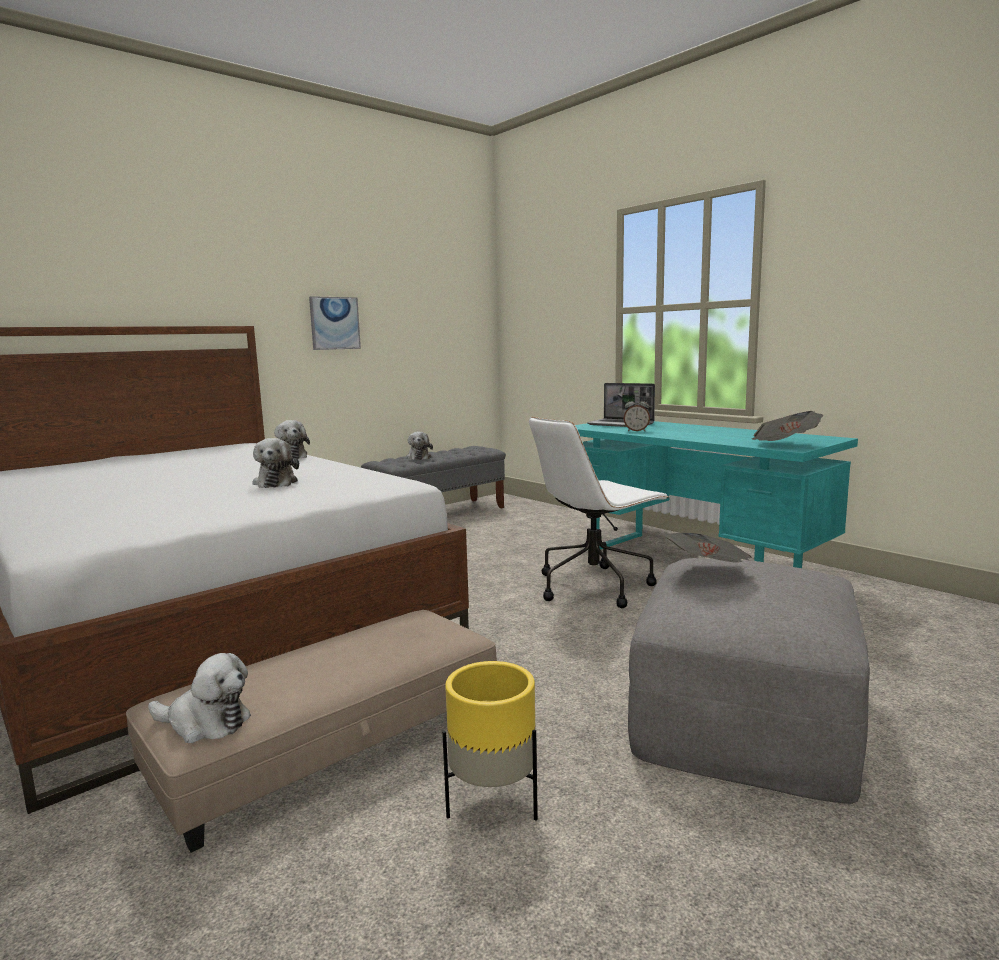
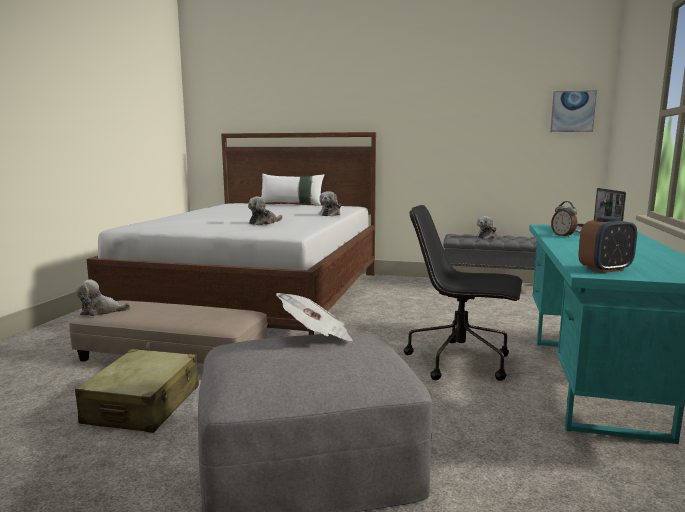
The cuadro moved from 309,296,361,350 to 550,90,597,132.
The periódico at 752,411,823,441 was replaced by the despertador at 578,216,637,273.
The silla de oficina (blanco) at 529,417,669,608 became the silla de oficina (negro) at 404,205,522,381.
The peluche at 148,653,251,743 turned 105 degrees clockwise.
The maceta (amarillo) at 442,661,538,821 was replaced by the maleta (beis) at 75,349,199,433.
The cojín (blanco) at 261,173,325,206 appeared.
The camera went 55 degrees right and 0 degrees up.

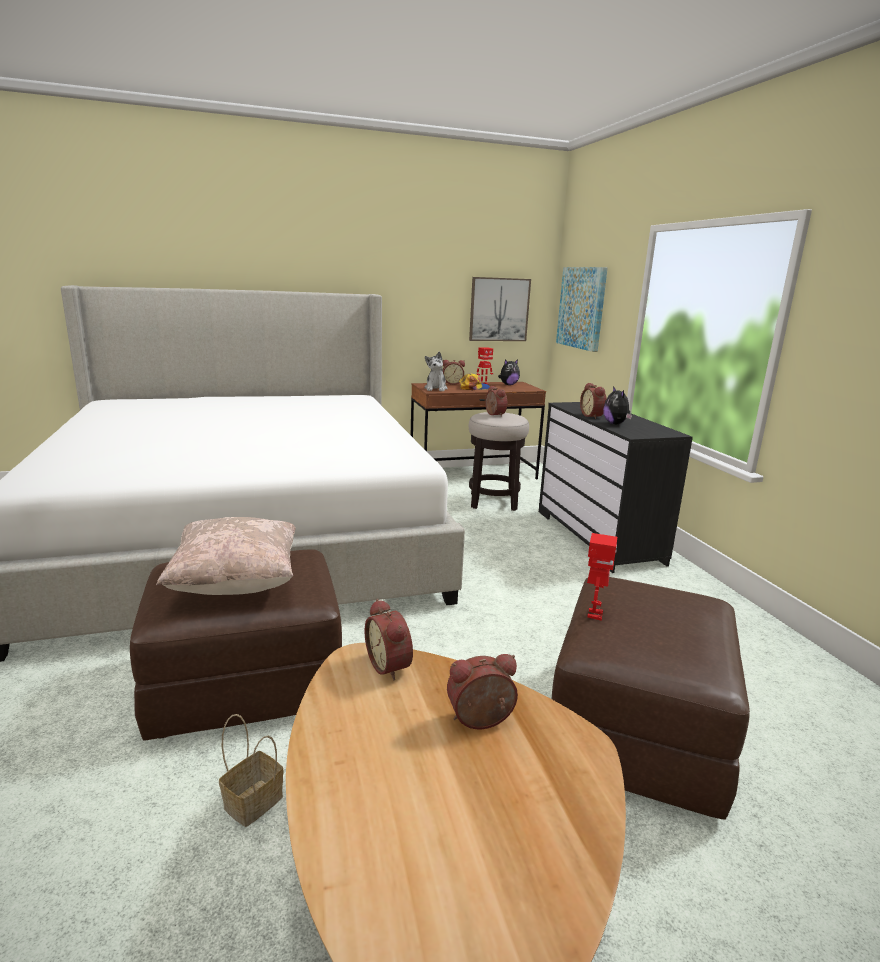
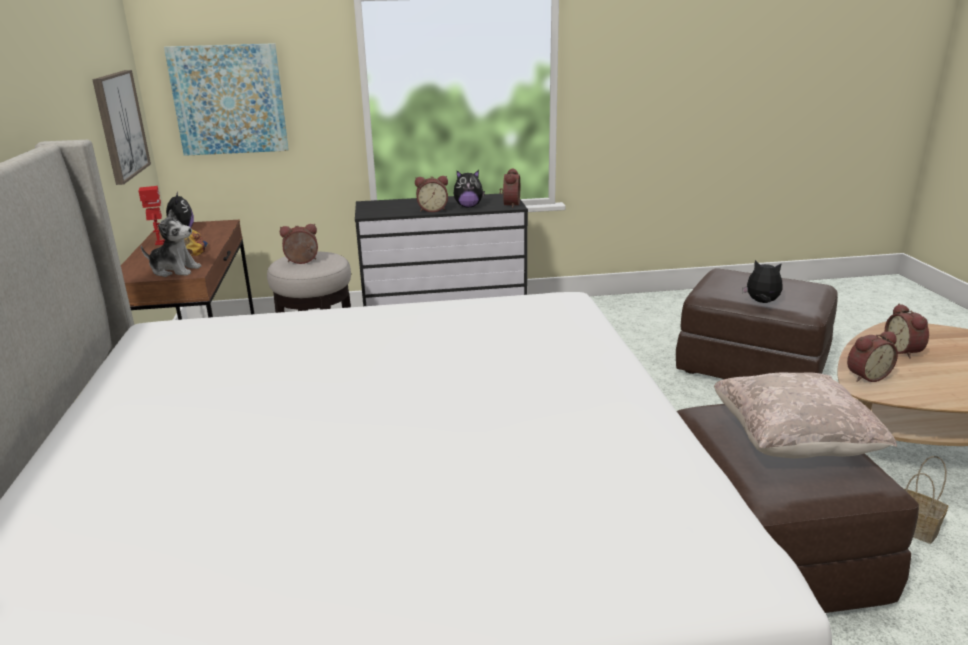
The despertador moved from 443,360,465,385 to 500,168,520,208.
The robot de juguete at 587,533,617,621 was replaced by the peluche at 742,260,782,303.
The camera went 80 degrees left and 5 degrees up.

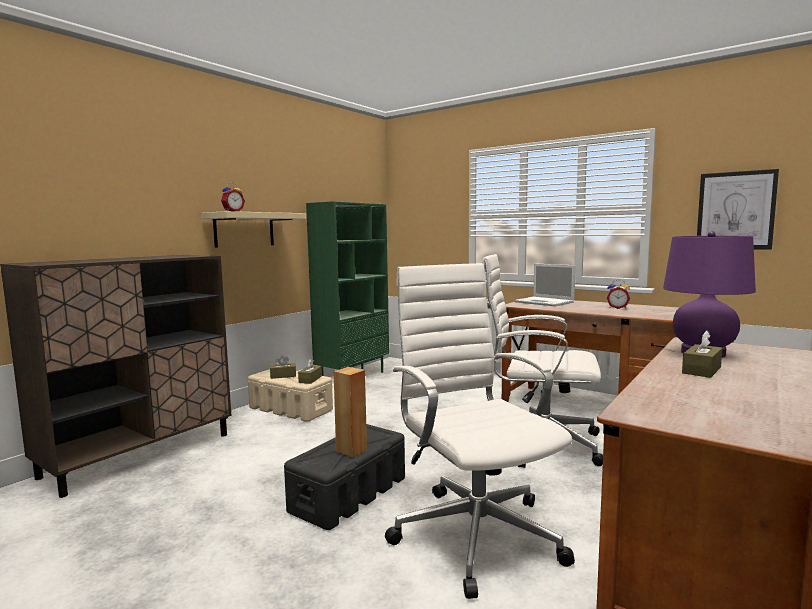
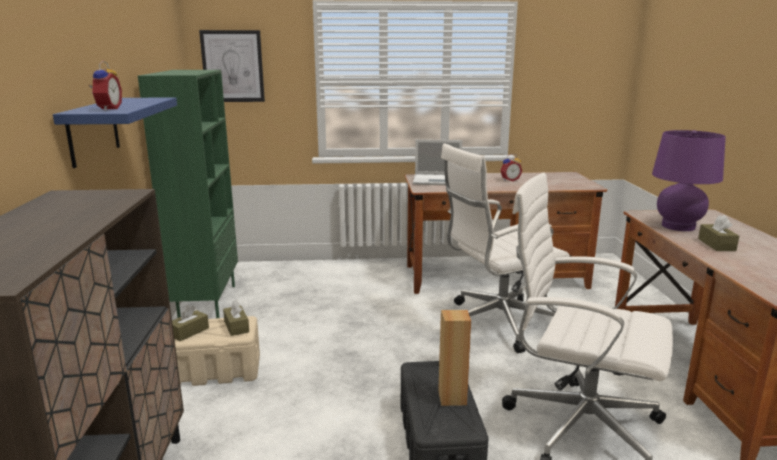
The cuadro moved from 697,169,779,250 to 199,30,265,102.
The estante (beis) at 201,211,306,248 became the estante (azul) at 53,97,177,168.
The camera went 40 degrees left and 10 degrees up.

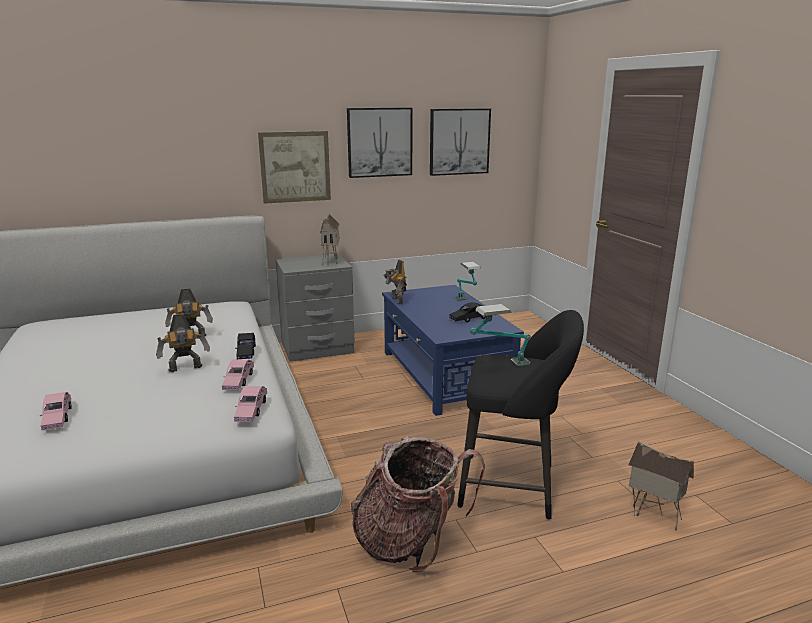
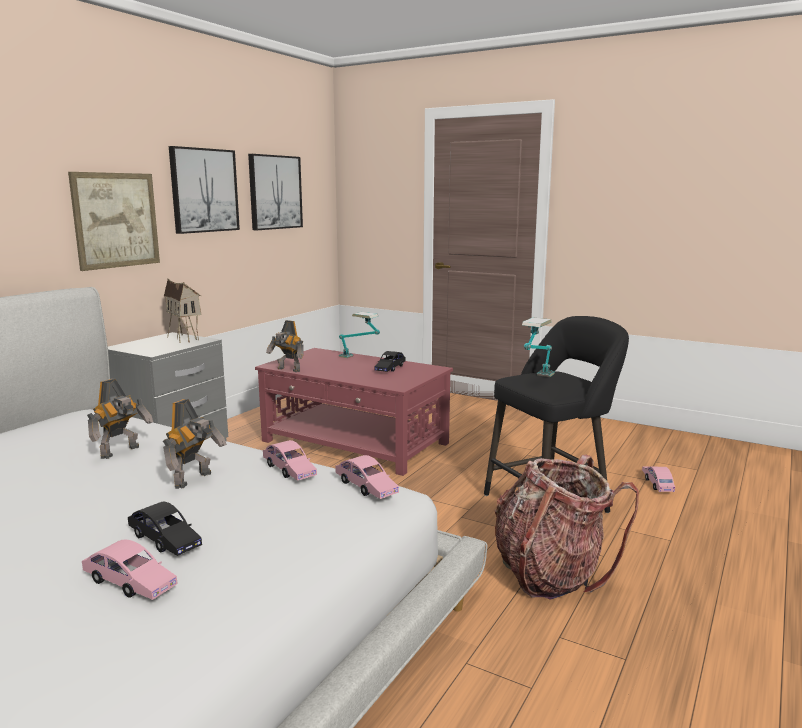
The mesa de centro (azul) at 382,285,524,416 became the mesa de centro (rojo) at 255,348,453,476.
The coche de juguete (negro) moved from 235,333,256,359 to 128,502,202,556.
The casita at 628,441,694,531 was replaced by the coche de juguete (rosa) at 642,466,675,492.
The camera went 40 degrees left and 5 degrees down.

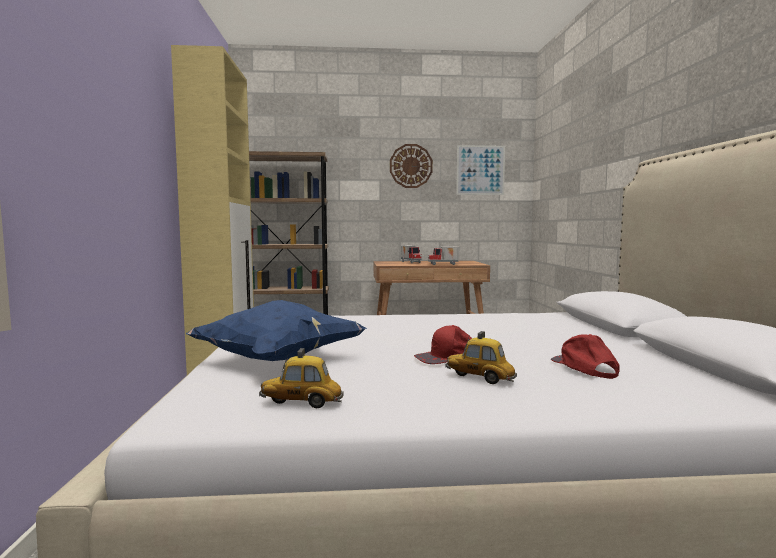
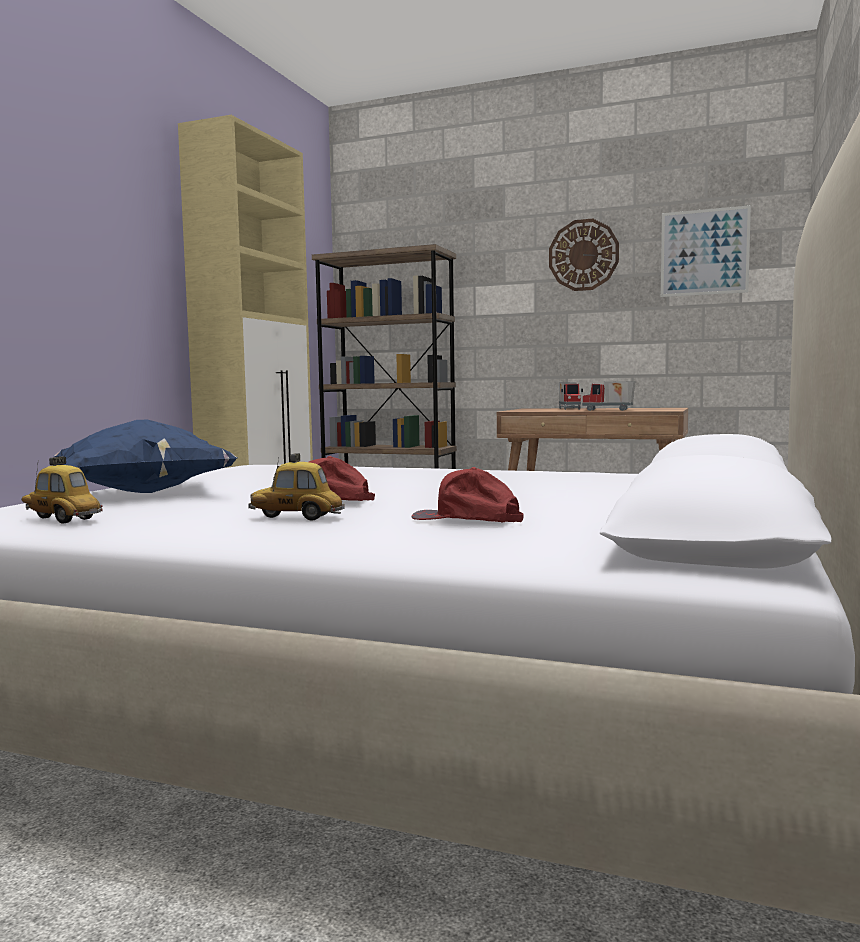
The coche de juguete at 446,331,517,384 turned 45 degrees counterclockwise.
The gorra (rojo) at 551,334,620,379 turned 75 degrees counterclockwise.
The camera went 25 degrees right and 0 degrees up.

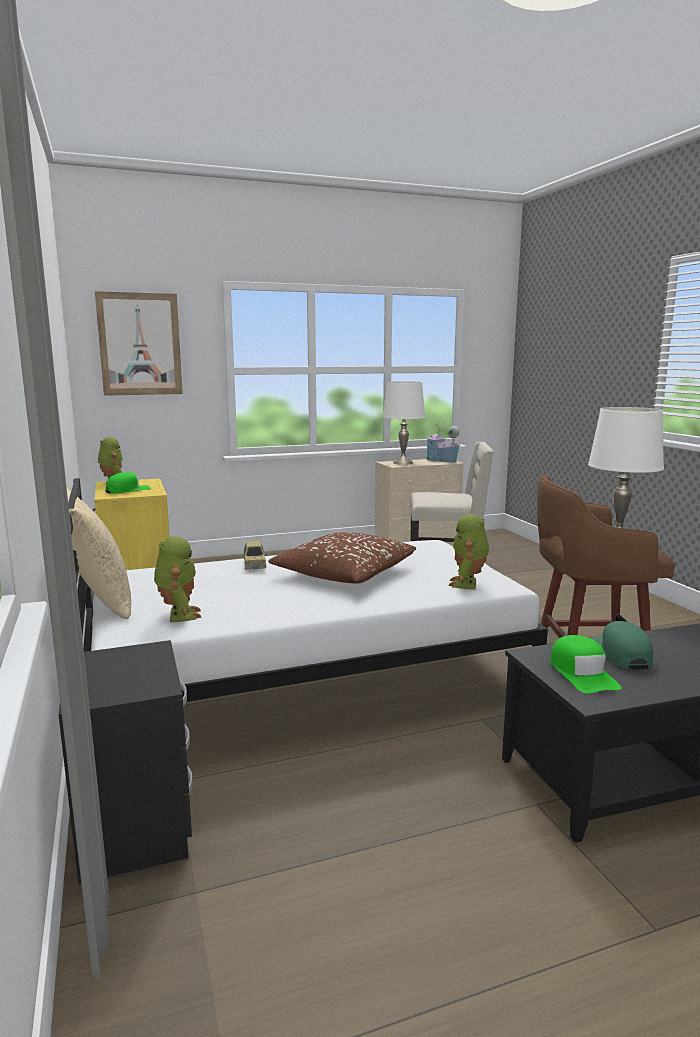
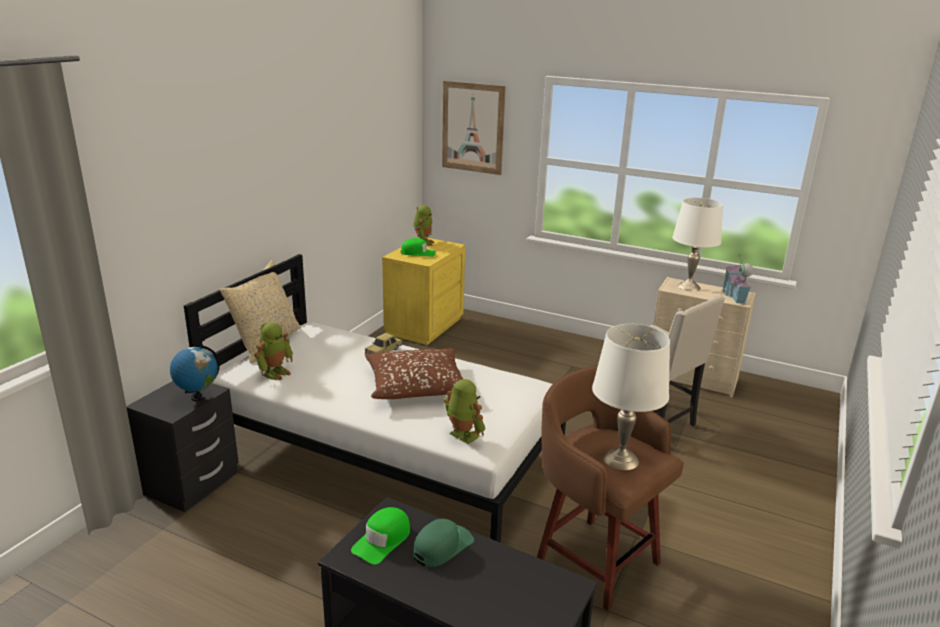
The robot de juguete at 449,514,489,589 turned 75 degrees clockwise.
The globo terráqueo at 170,345,220,401 appeared.
The camera went 45 degrees right and 10 degrees up.

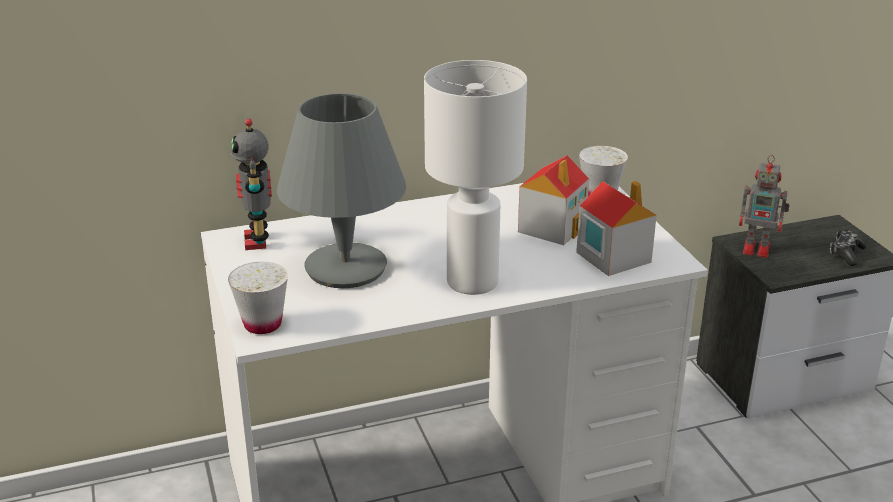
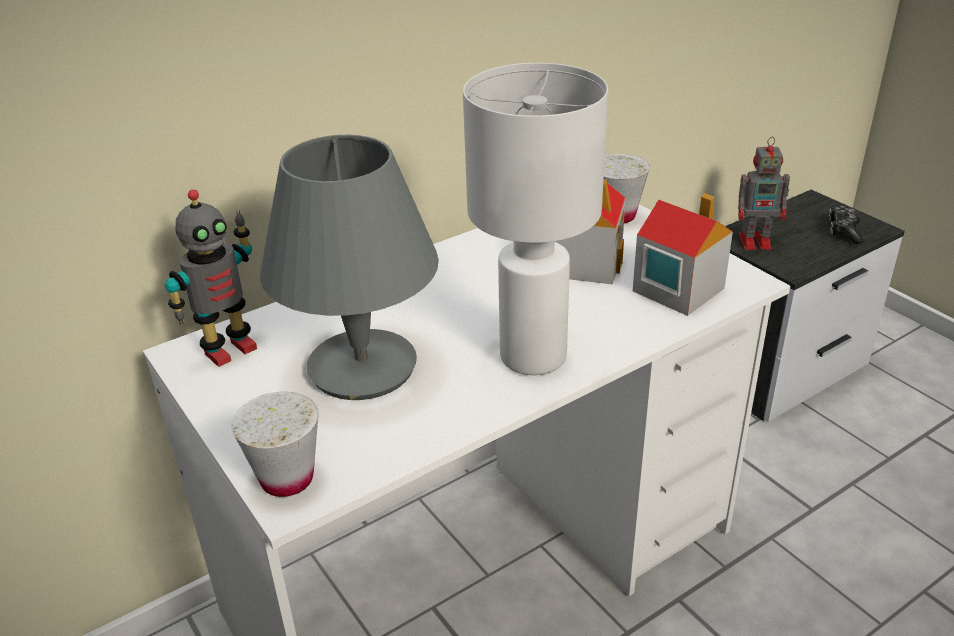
The robot de juguete at 231,119,272,250 turned 105 degrees counterclockwise.
The camera went 15 degrees left and 5 degrees up.

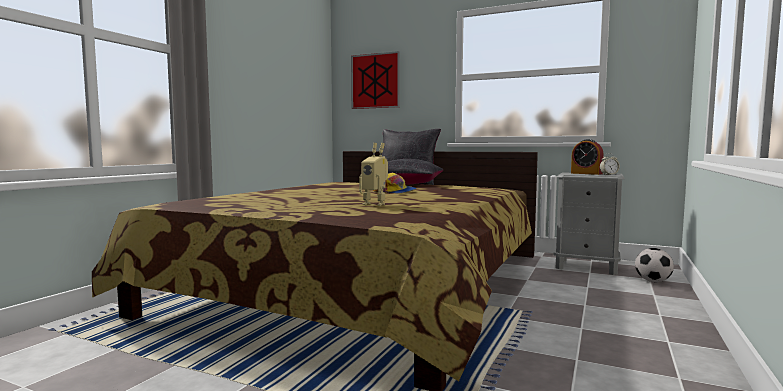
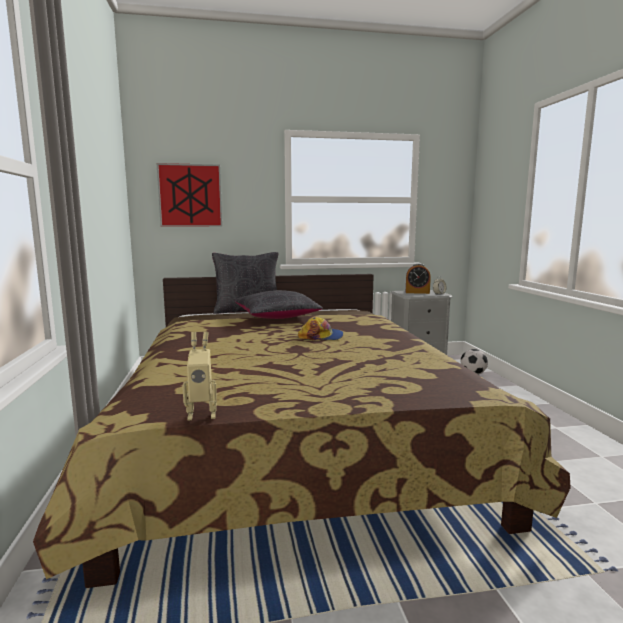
The robot de juguete moved from 359,143,388,206 to 182,331,217,420.
The camera went 35 degrees left and 5 degrees up.

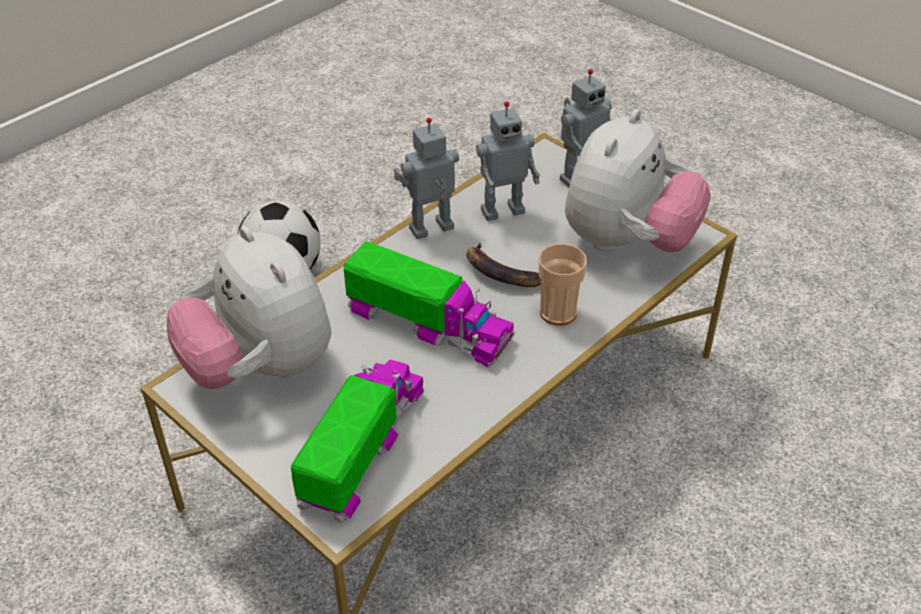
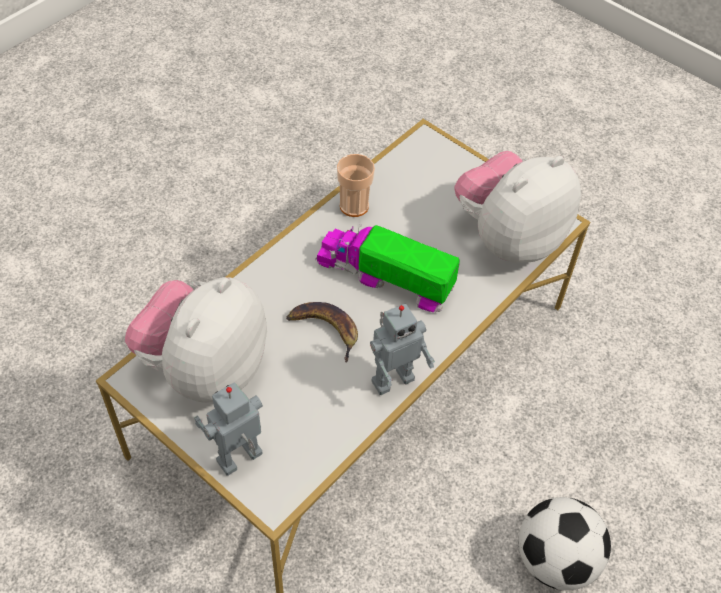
The robot de juguete at 476,101,540,221 disappeared.
The peluche at 167,226,331,389 turned 90 degrees counterclockwise.
The taza moved from 538,244,587,326 to 337,154,375,217.
The camión de juguete at 291,360,424,523 disappeared.
The camera went 175 degrees right and 10 degrees up.

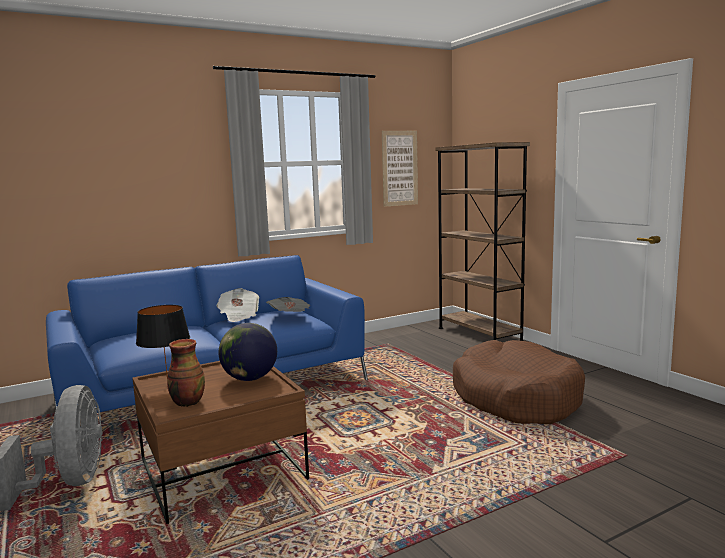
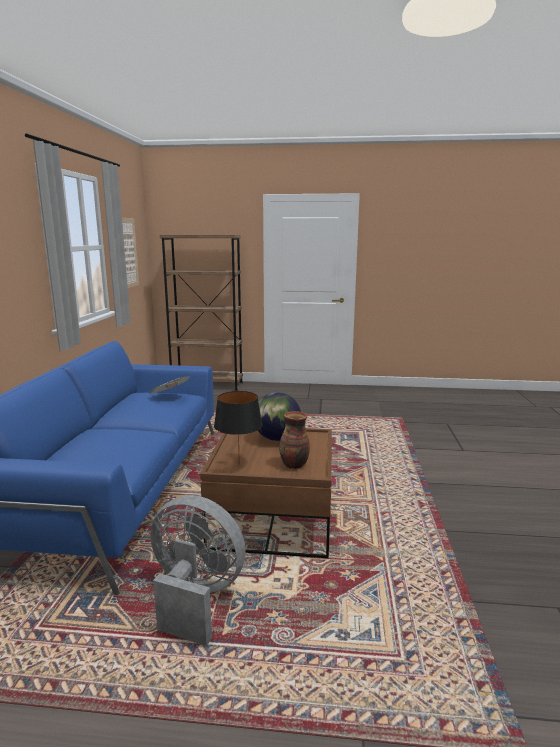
The periódico at 217,288,259,322 disappeared.
The cama para perro (marrón) at 453,340,585,424 disappeared.
The camera went 55 degrees left and 5 degrees up.

